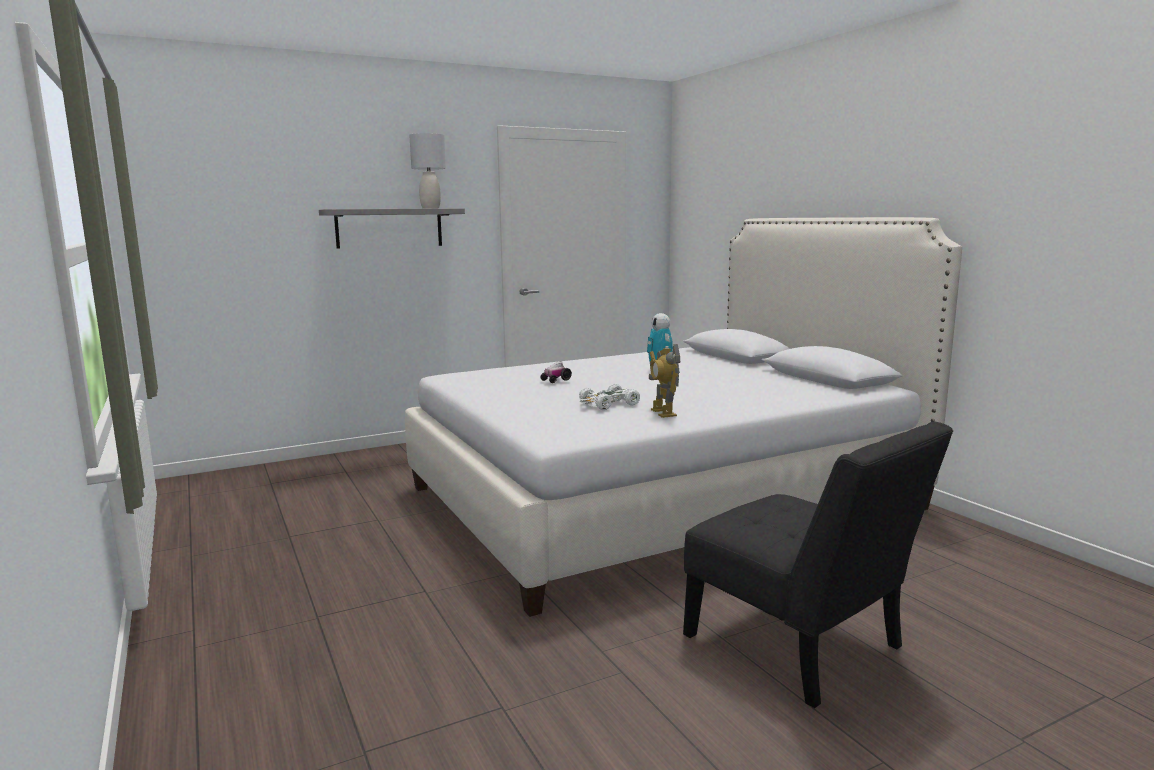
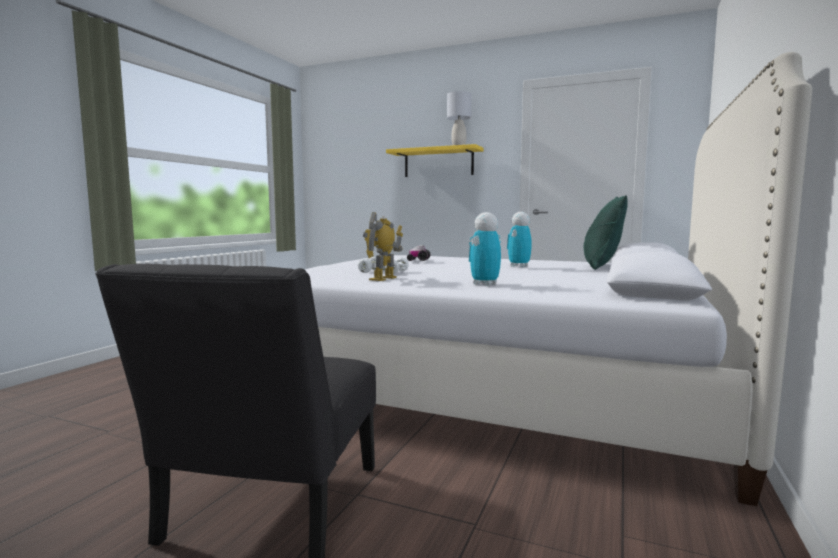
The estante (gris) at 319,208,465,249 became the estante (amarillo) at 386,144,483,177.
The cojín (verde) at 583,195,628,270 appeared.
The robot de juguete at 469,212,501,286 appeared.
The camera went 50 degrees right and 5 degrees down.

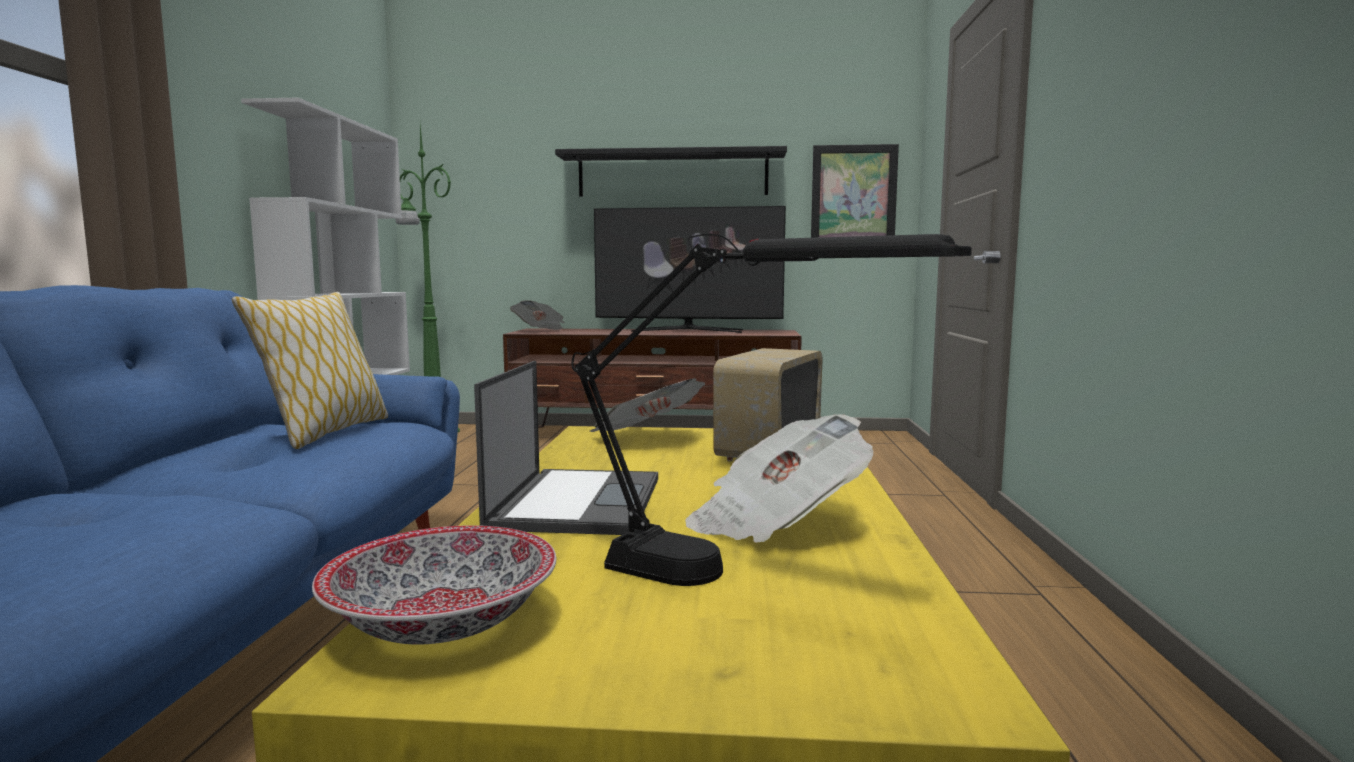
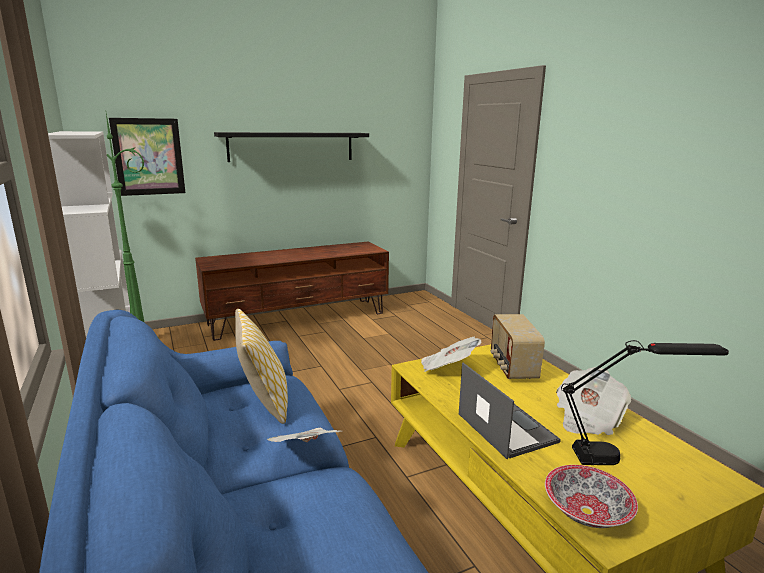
The cuadro moved from 811,144,899,238 to 109,118,185,196.
The televisor at 594,206,786,333 disappeared.
The periódico moved from 510,300,565,330 to 267,428,342,442.
The camera went 30 degrees left and 10 degrees up.

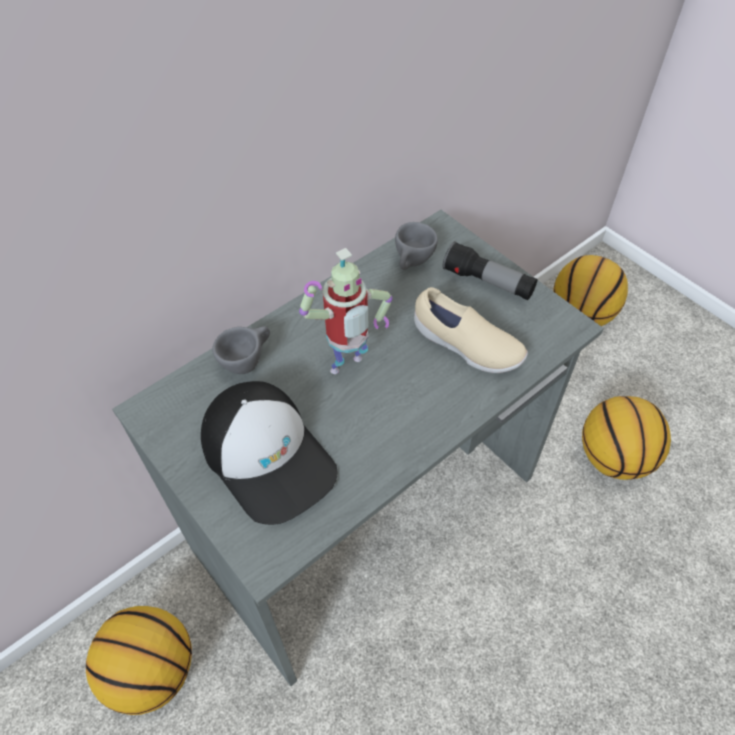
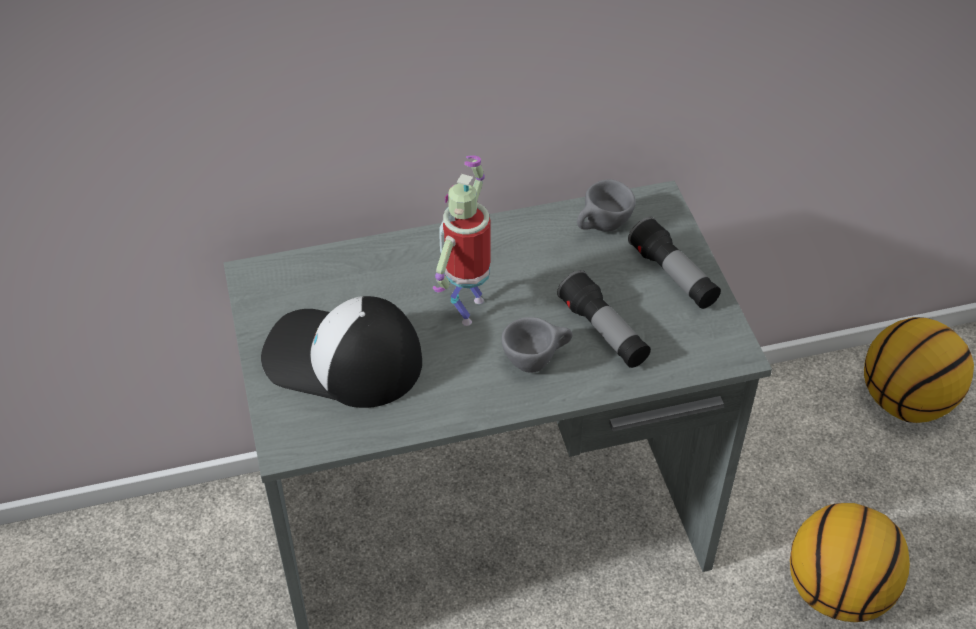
The robot de juguete at 299,248,393,374 turned 120 degrees clockwise.
The zapato (beis) at 414,287,528,373 was replaced by the linterna at 557,270,651,368.
The taza (gris) moved from 212,326,270,374 to 501,317,573,373.
The gorra at 201,381,337,525 turned 120 degrees clockwise.
The balón de baloncesto at 86,606,192,715 disappeared.
The camera went 25 degrees right and 5 degrees down.

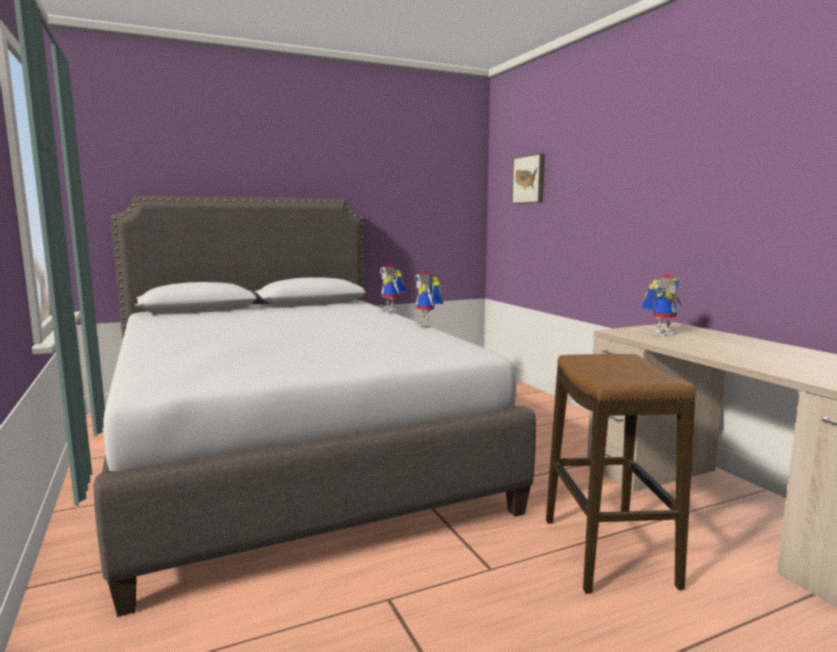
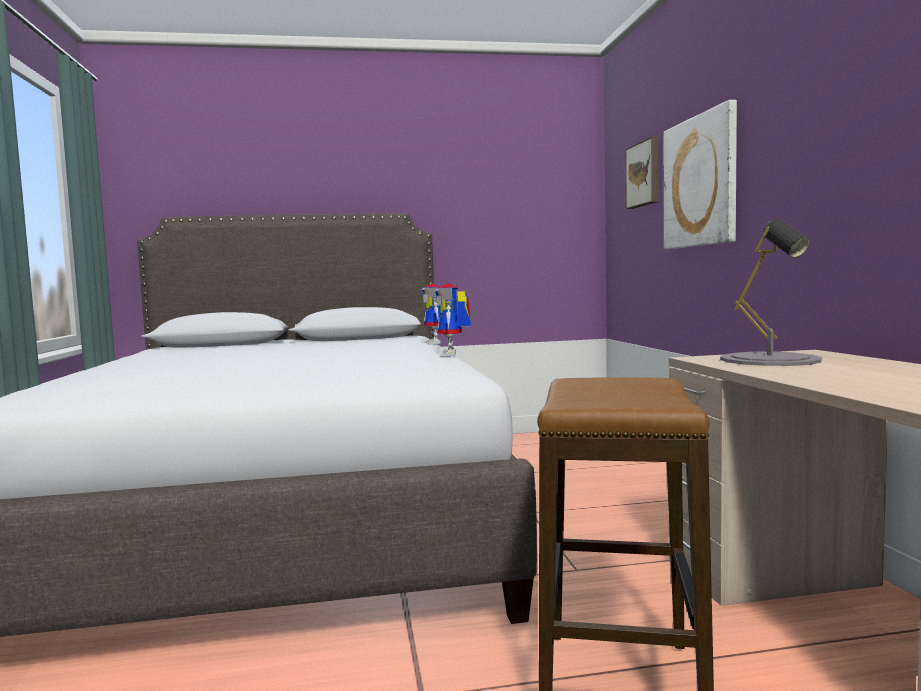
The robot de juguete at 642,274,682,336 was replaced by the lámpara de mesa (gris) at 720,219,822,366.
The cuadro at 664,100,737,249 appeared.
The camera went 15 degrees right and 5 degrees down.

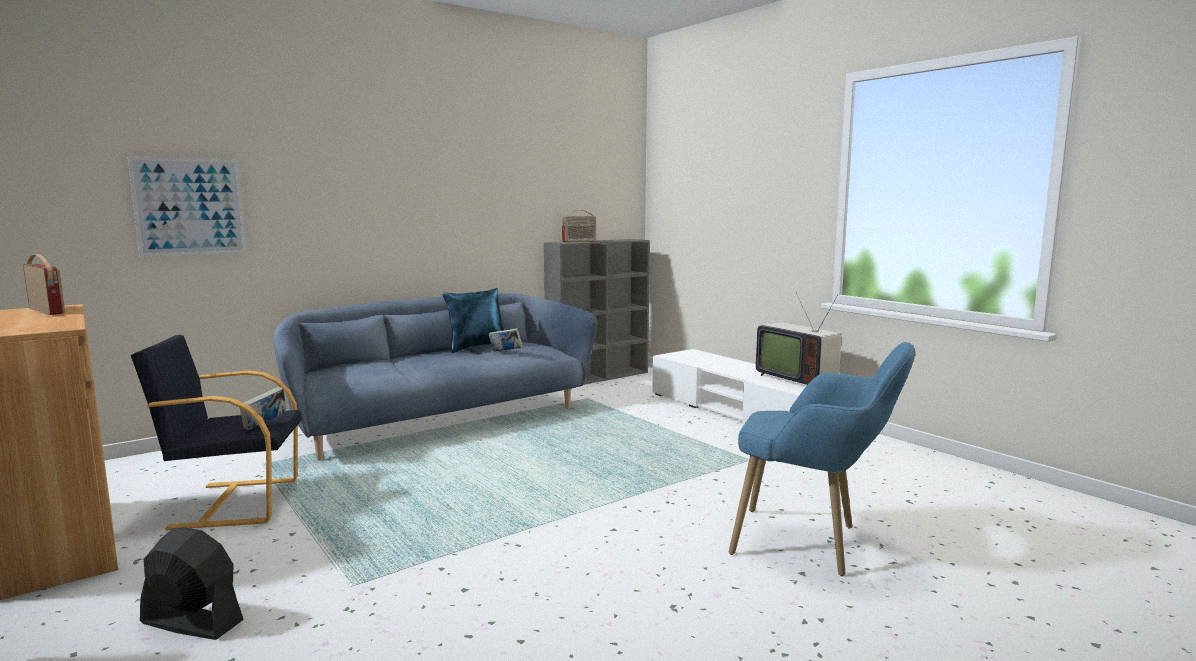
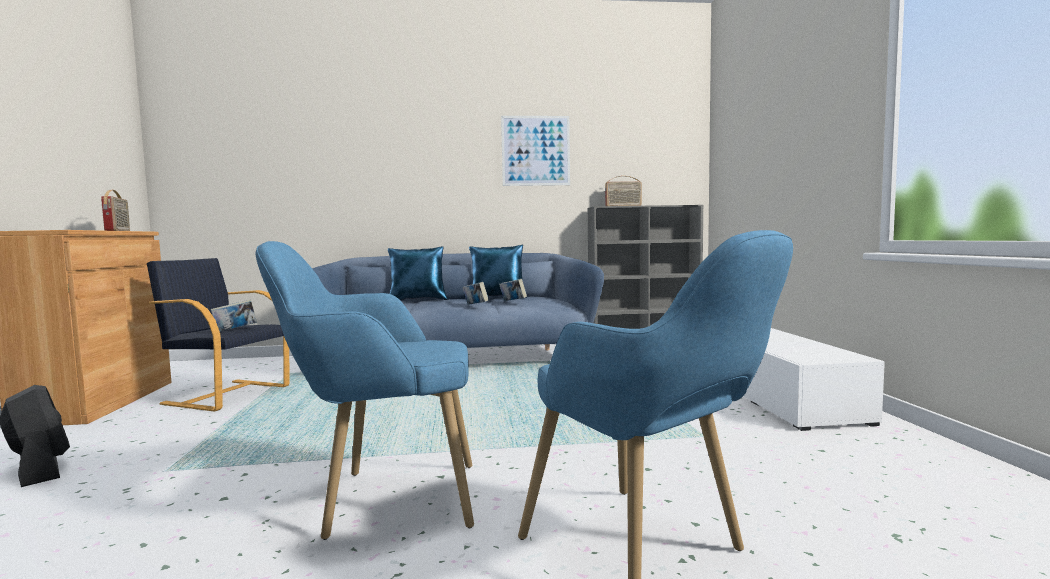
The cuadro moved from 128,157,247,257 to 501,116,570,186.
The televisor at 756,293,841,385 disappeared.
The sillón (azul) at 256,241,474,540 appeared.
The cojín (azul) at 388,246,447,300 appeared.
The libro at 463,282,489,305 appeared.
The camera went 30 degrees right and 5 degrees down.

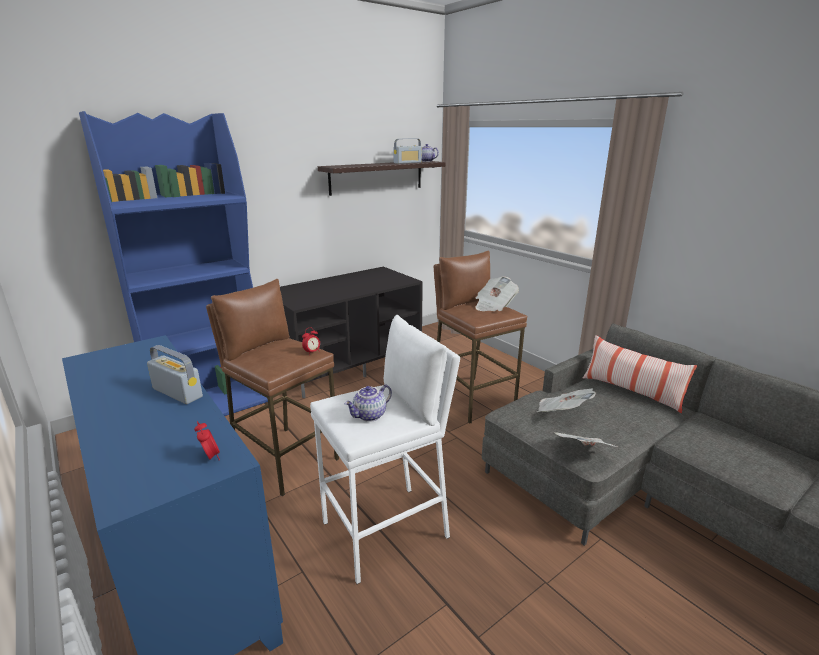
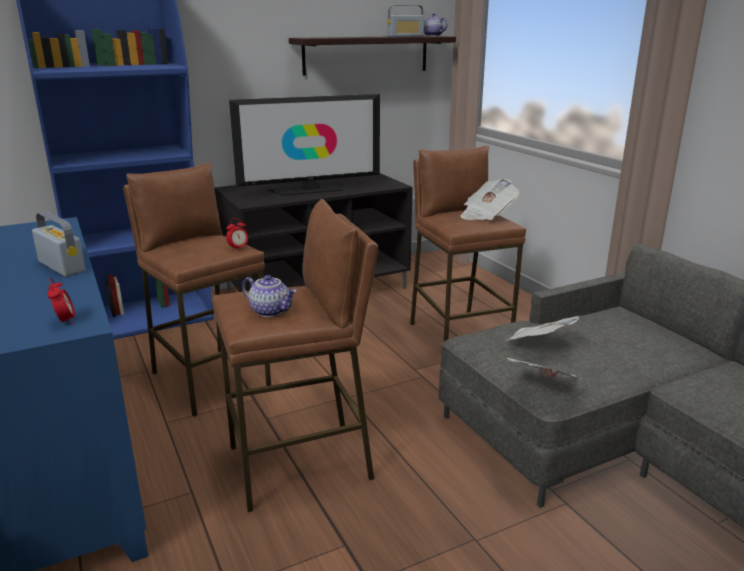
The taburete (blanco) at 310,315,460,584 became the taburete (marrón) at 213,199,379,512.
The cojín at 583,335,697,413 disappeared.
The tetera at 345,385,392,422 turned 120 degrees counterclockwise.
The televisor at 229,94,380,196 appeared.
The camera went 10 degrees right and 0 degrees up.

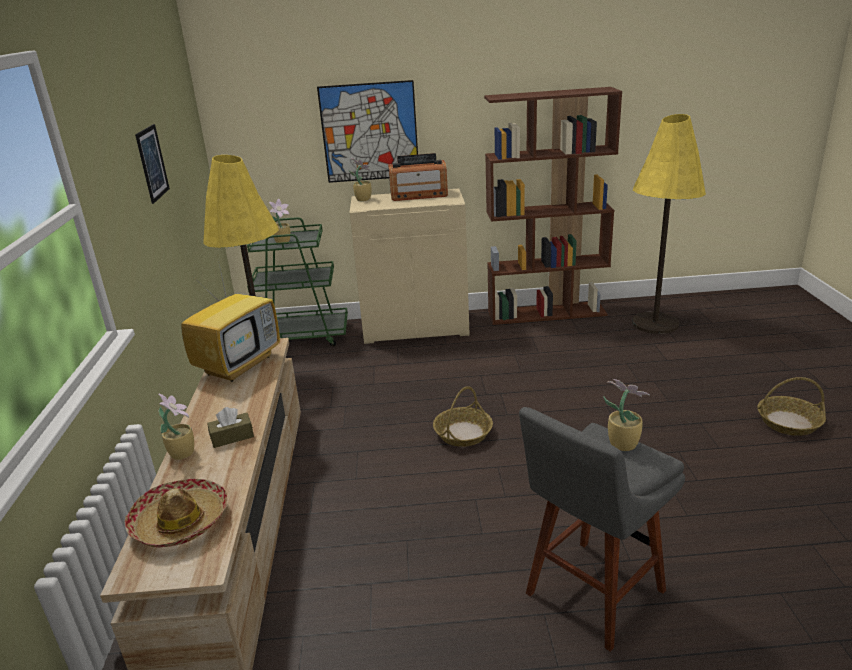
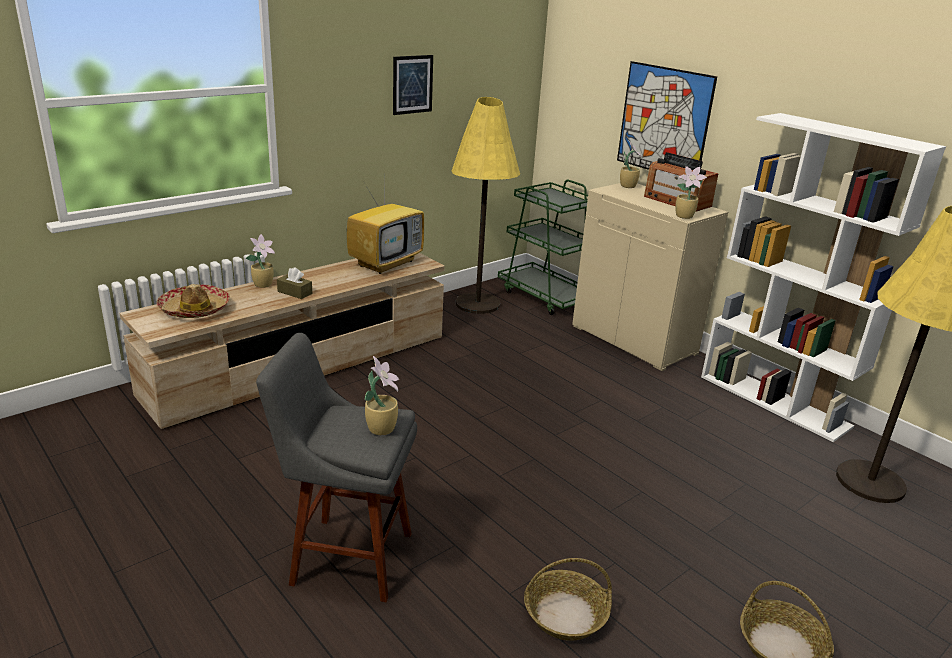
The estantería (marrón) at 484,87,622,325 became the estantería (blanco) at 701,113,946,442.
The planta en maceta moved from 269,199,290,243 to 676,166,707,219.
The televisor at 181,264,280,382 turned 45 degrees counterclockwise.
The cesta moved from 433,386,493,447 to 524,558,612,641.
The camera went 50 degrees right and 0 degrees up.

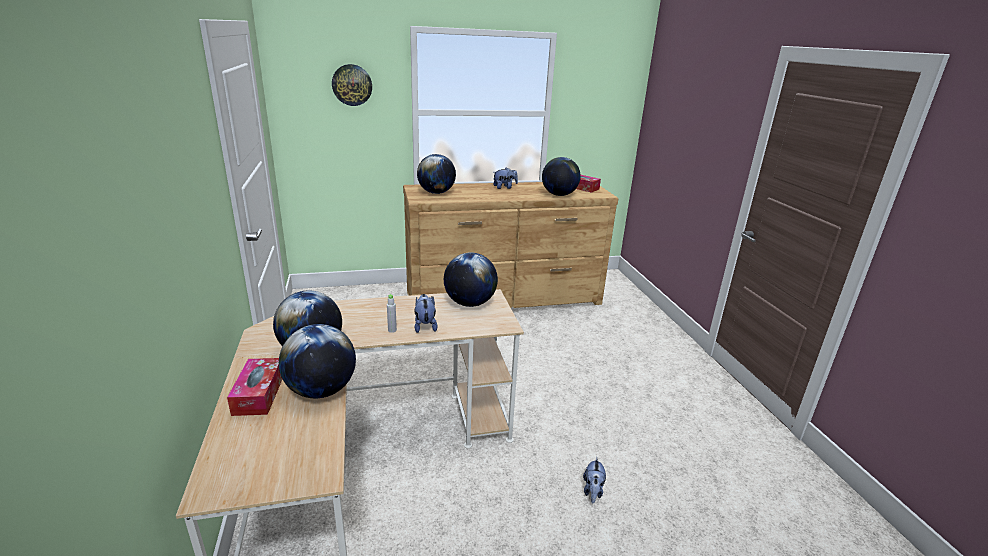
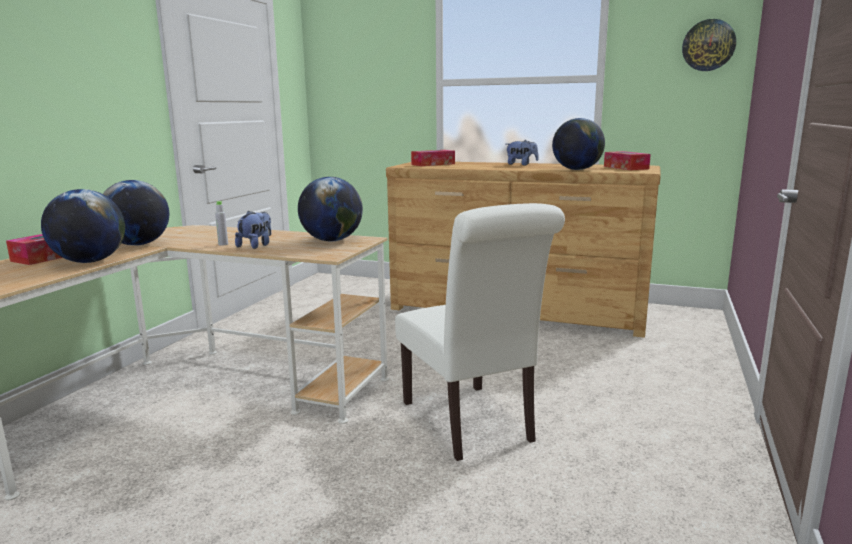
The reloj de pared moved from 332,64,372,106 to 682,19,736,71.
The globo terráqueo at 417,154,456,194 was replaced by the caja de pañuelos at 411,150,455,166.
The peluche at 583,457,606,503 disappeared.
The silla (blanco) at 395,203,565,461 appeared.
The camera went 35 degrees right and 10 degrees down.

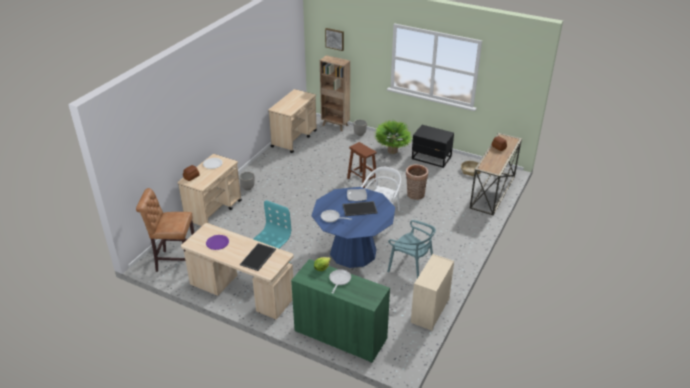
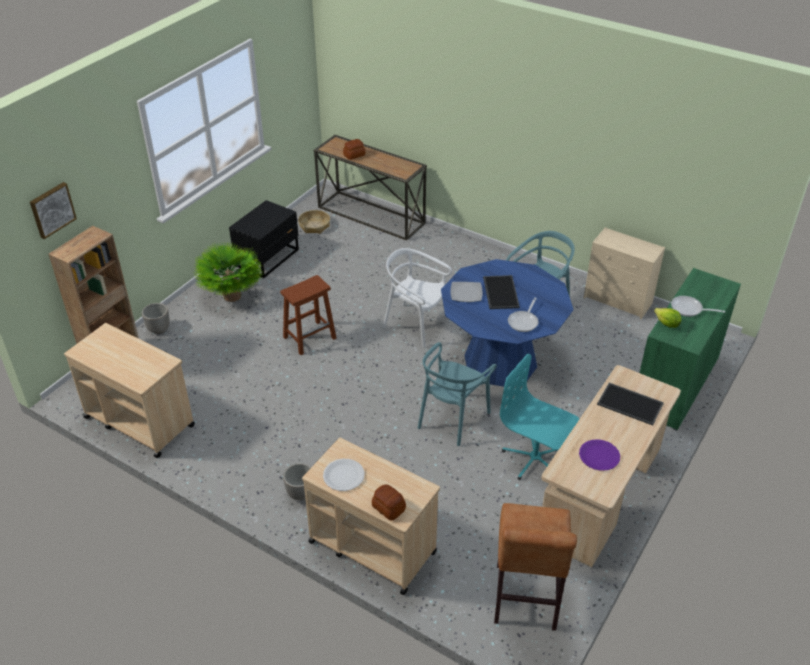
The cesta at 406,164,428,200 disappeared.
The silla (turquesa) at 418,342,497,446 appeared.
The camera went 85 degrees left and 5 degrees up.

